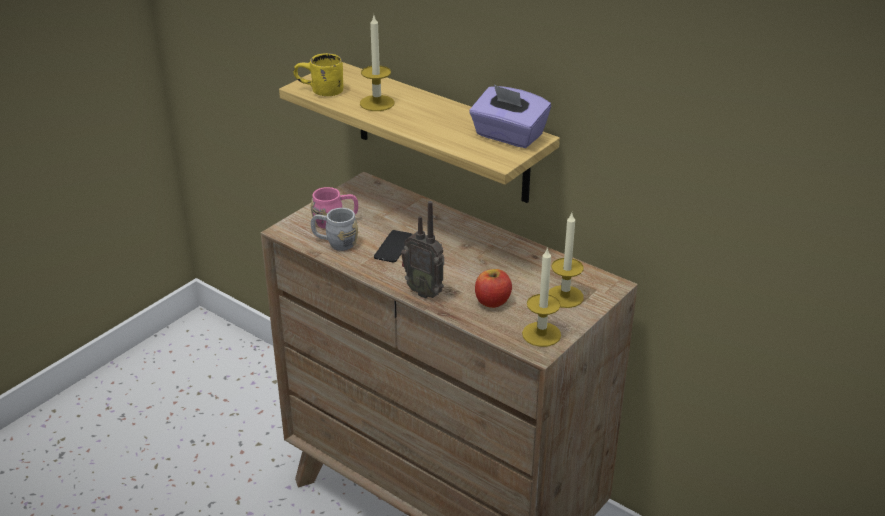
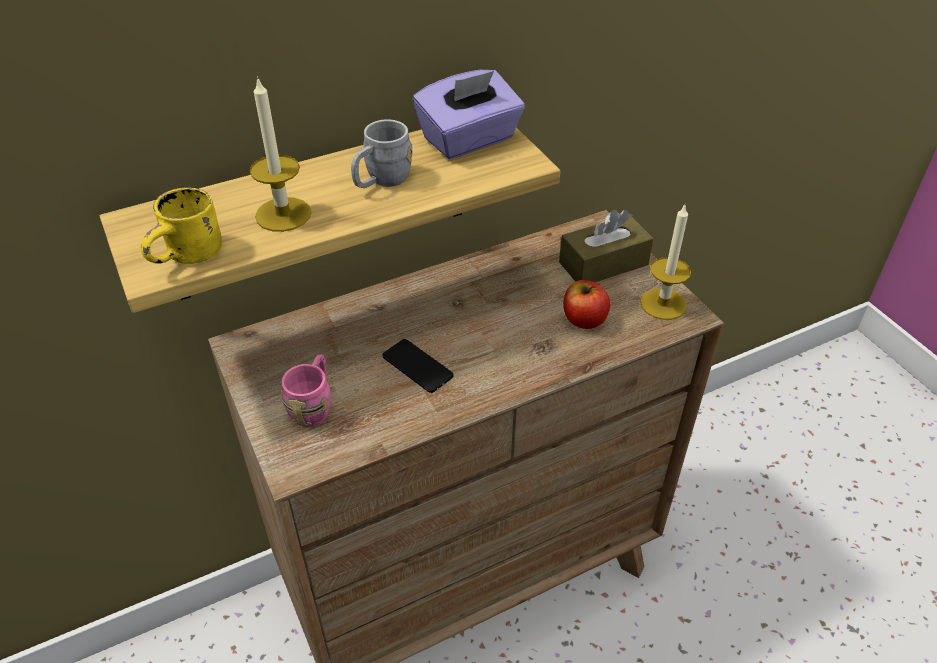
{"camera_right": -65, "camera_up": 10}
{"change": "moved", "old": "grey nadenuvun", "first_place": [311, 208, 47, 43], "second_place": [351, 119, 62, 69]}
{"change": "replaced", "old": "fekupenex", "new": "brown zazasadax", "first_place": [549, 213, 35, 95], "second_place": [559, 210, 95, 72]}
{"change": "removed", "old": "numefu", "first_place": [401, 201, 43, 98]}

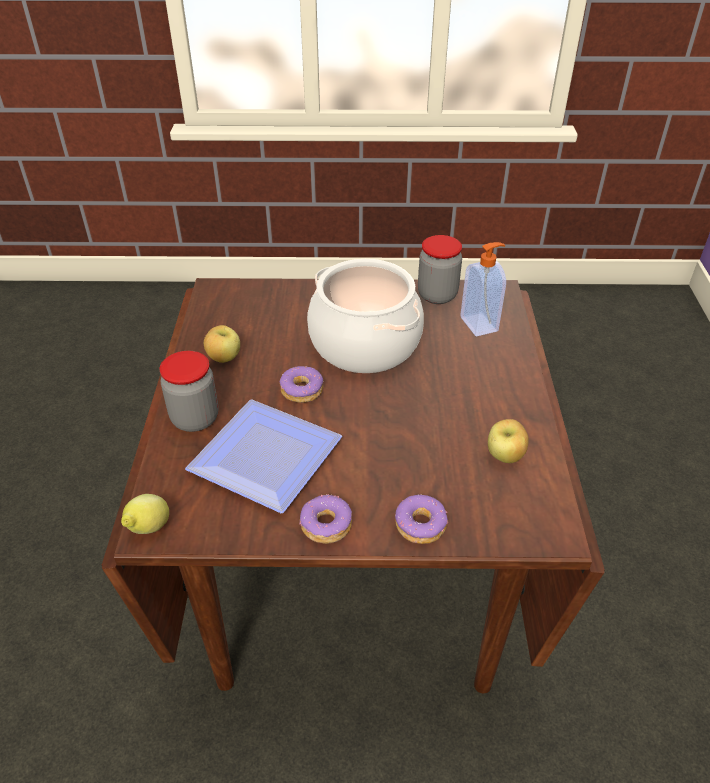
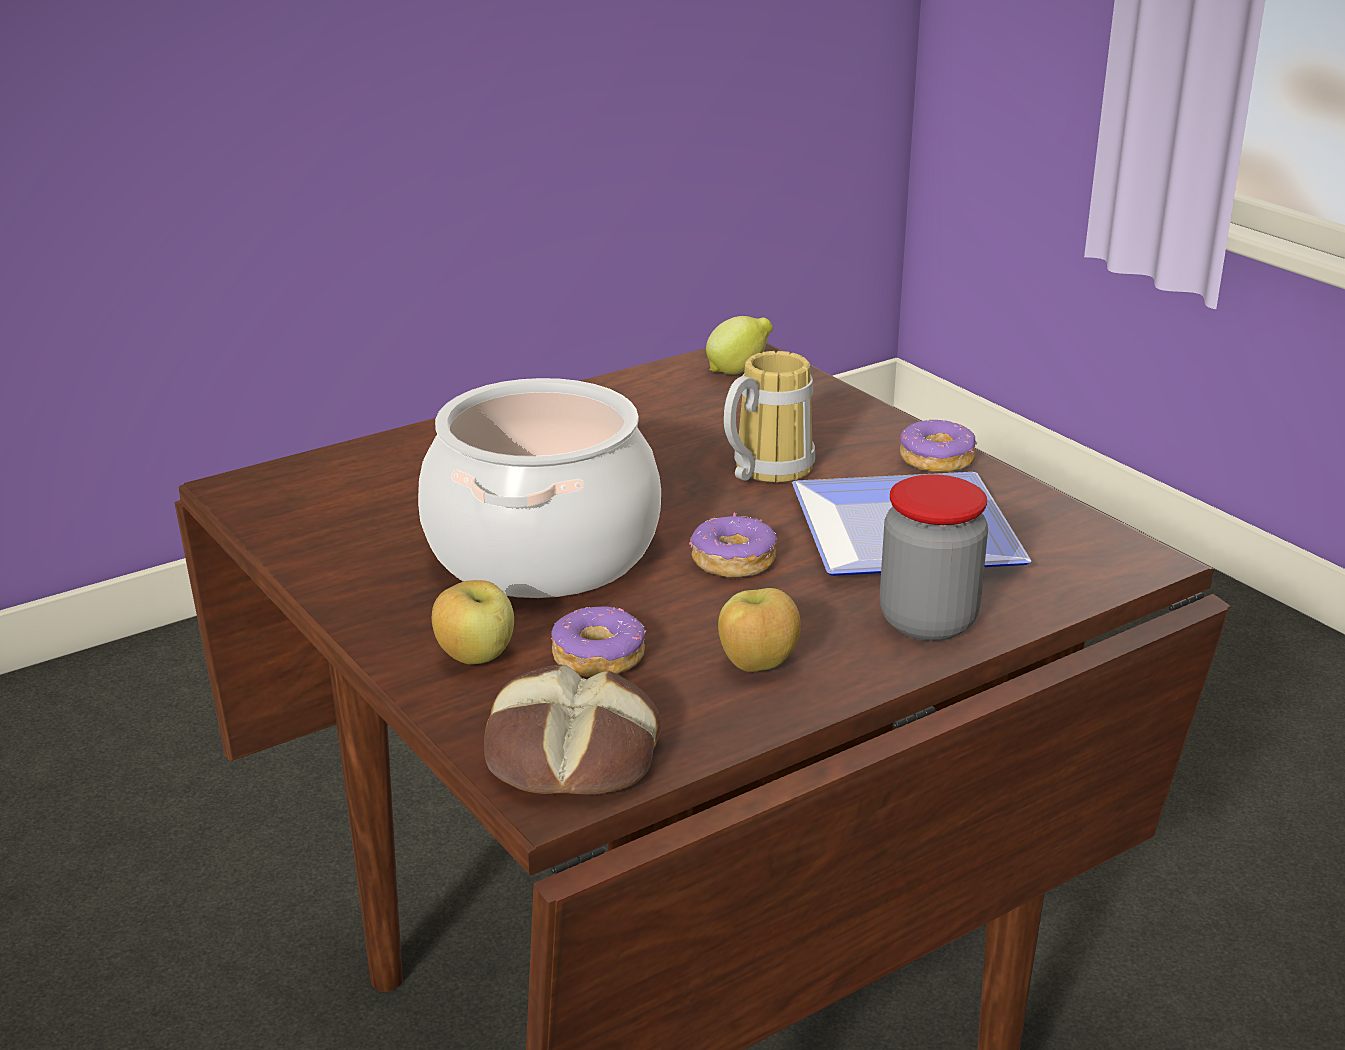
{"camera_right": -125, "camera_up": -15}
{"change": "moved", "old": "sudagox", "first_place": [488, 419, 41, 44], "second_place": [432, 580, 82, 84]}
{"change": "added", "new": "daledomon", "second_place": [484, 665, 177, 130]}
{"change": "moved", "old": "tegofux", "first_place": [395, 494, 53, 50], "second_place": [551, 606, 95, 71]}
{"change": "moved", "old": "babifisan", "first_place": [121, 494, 48, 40], "second_place": [706, 316, 67, 59]}
{"change": "added", "new": "nadenuvun", "second_place": [724, 351, 91, 132]}
{"change": "removed", "old": "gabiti", "first_place": [418, 235, 44, 69]}
{"change": "removed", "old": "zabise", "first_place": [460, 242, 46, 94]}

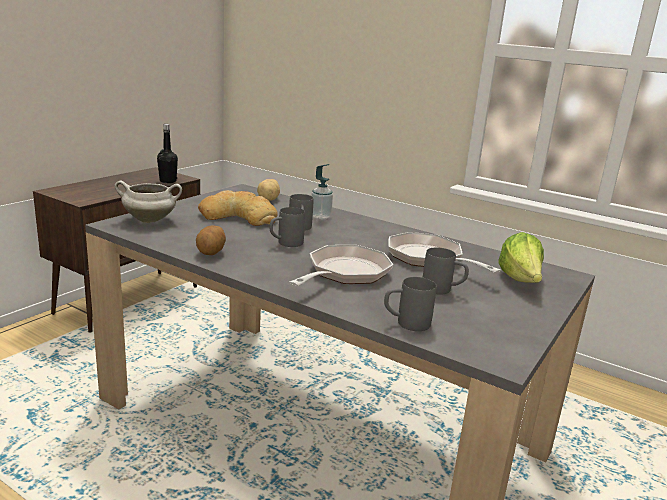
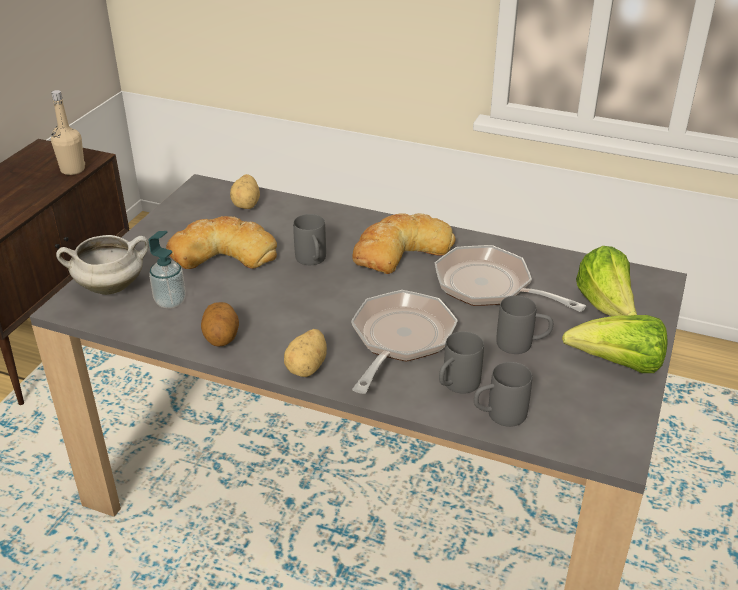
{"camera_right": -10, "camera_up": 15}
{"change": "recoloured", "old": "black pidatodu", "new": "beige pidatodu", "first_place": [157, 124, 21, 59], "second_place": [51, 90, 34, 85]}
{"change": "moved", "old": "zabise", "first_place": [311, 164, 22, 55], "second_place": [149, 231, 37, 78]}
{"change": "added", "new": "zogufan", "second_place": [284, 329, 43, 48]}
{"change": "added", "new": "daledomon", "second_place": [352, 213, 104, 61]}
{"change": "moved", "old": "grey nadenuvun", "first_place": [270, 207, 35, 40], "second_place": [439, 331, 45, 63]}
{"change": "added", "new": "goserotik", "second_place": [562, 315, 105, 58]}

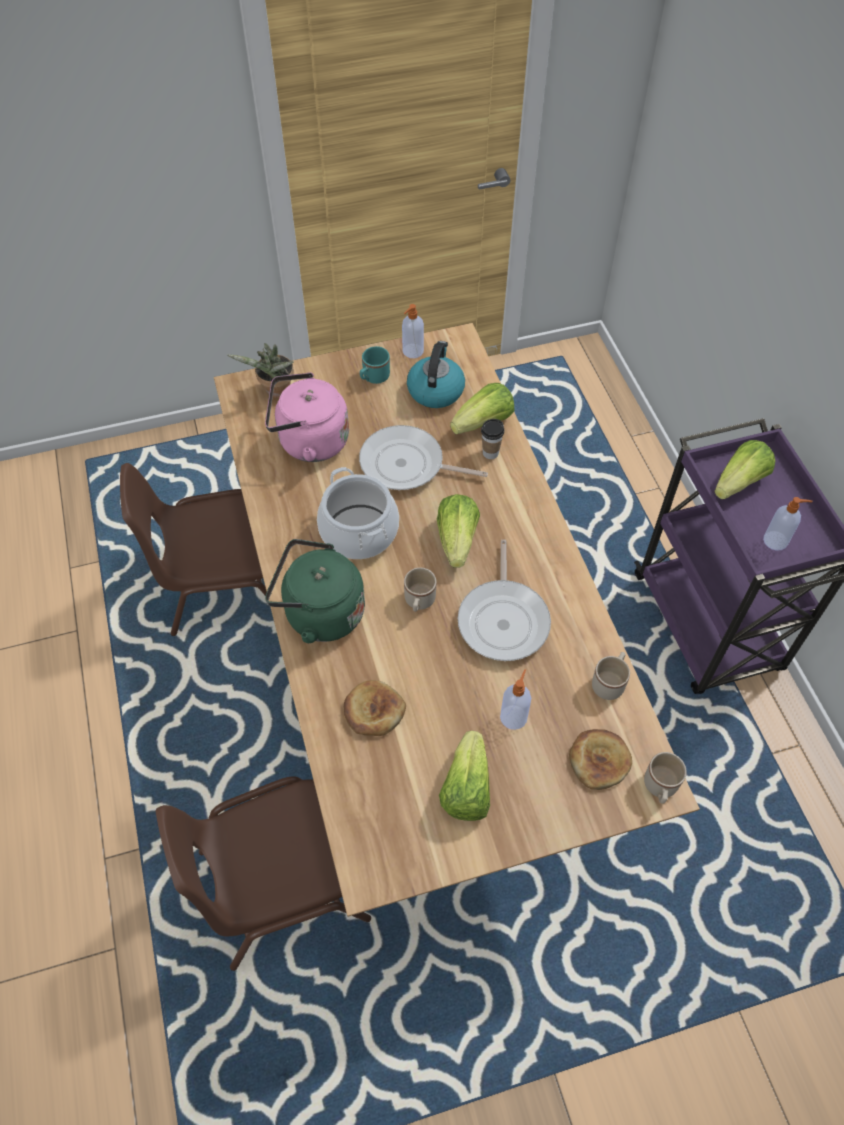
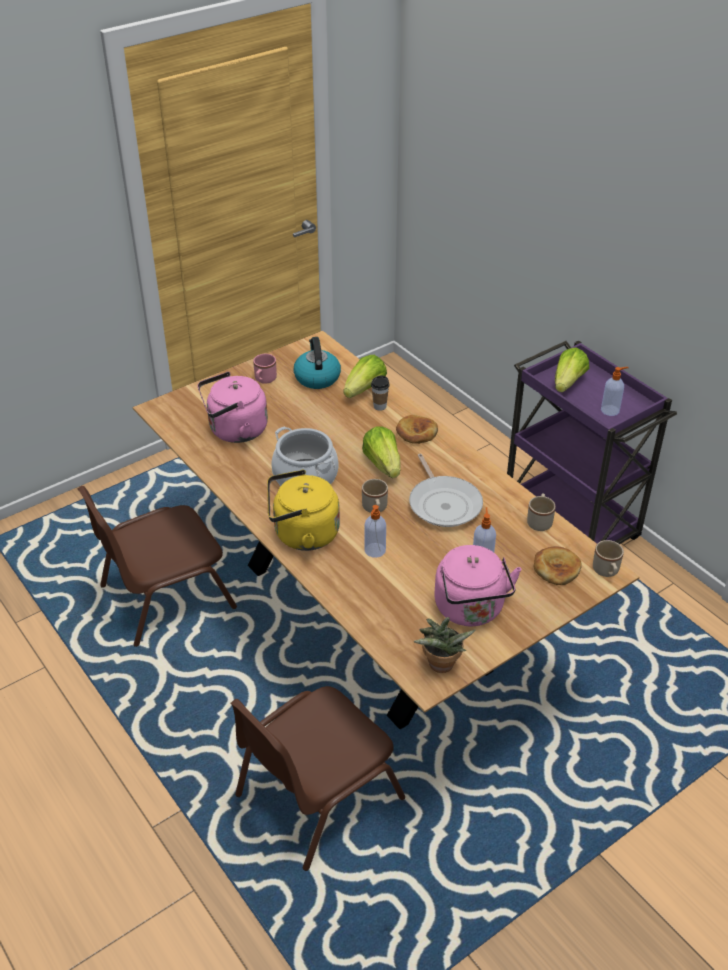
{"camera_right": -20, "camera_up": -15}
{"change": "recoloured", "old": "turquoise nadenuvun", "new": "pink nadenuvun", "first_place": [360, 346, 30, 38], "second_place": [253, 354, 24, 30]}
{"change": "recoloured", "old": "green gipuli", "new": "yellow gipuli", "first_place": [265, 539, 100, 104], "second_place": [267, 470, 73, 81]}
{"change": "moved", "old": "zabise", "first_place": [402, 304, 22, 54], "second_place": [364, 505, 22, 53]}
{"change": "moved", "old": "daledomon", "first_place": [344, 680, 62, 56], "second_place": [396, 415, 42, 29]}
{"change": "moved", "old": "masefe", "first_place": [226, 343, 68, 55], "second_place": [413, 617, 63, 56]}
{"change": "replaced", "old": "goserotik", "new": "pink gipuli", "first_place": [439, 731, 51, 90], "second_place": [434, 545, 88, 81]}
{"change": "removed", "old": "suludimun", "first_place": [359, 425, 129, 65]}

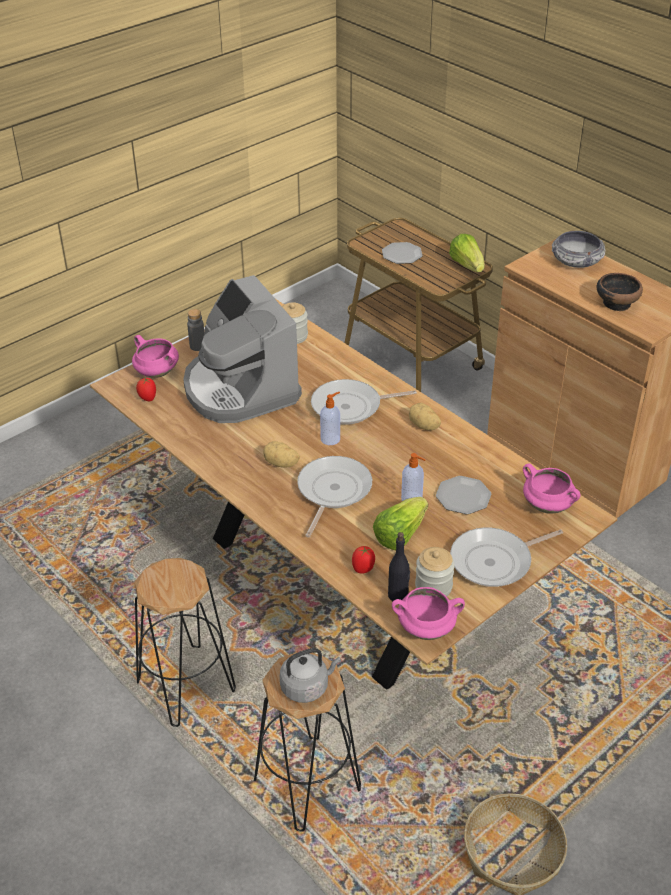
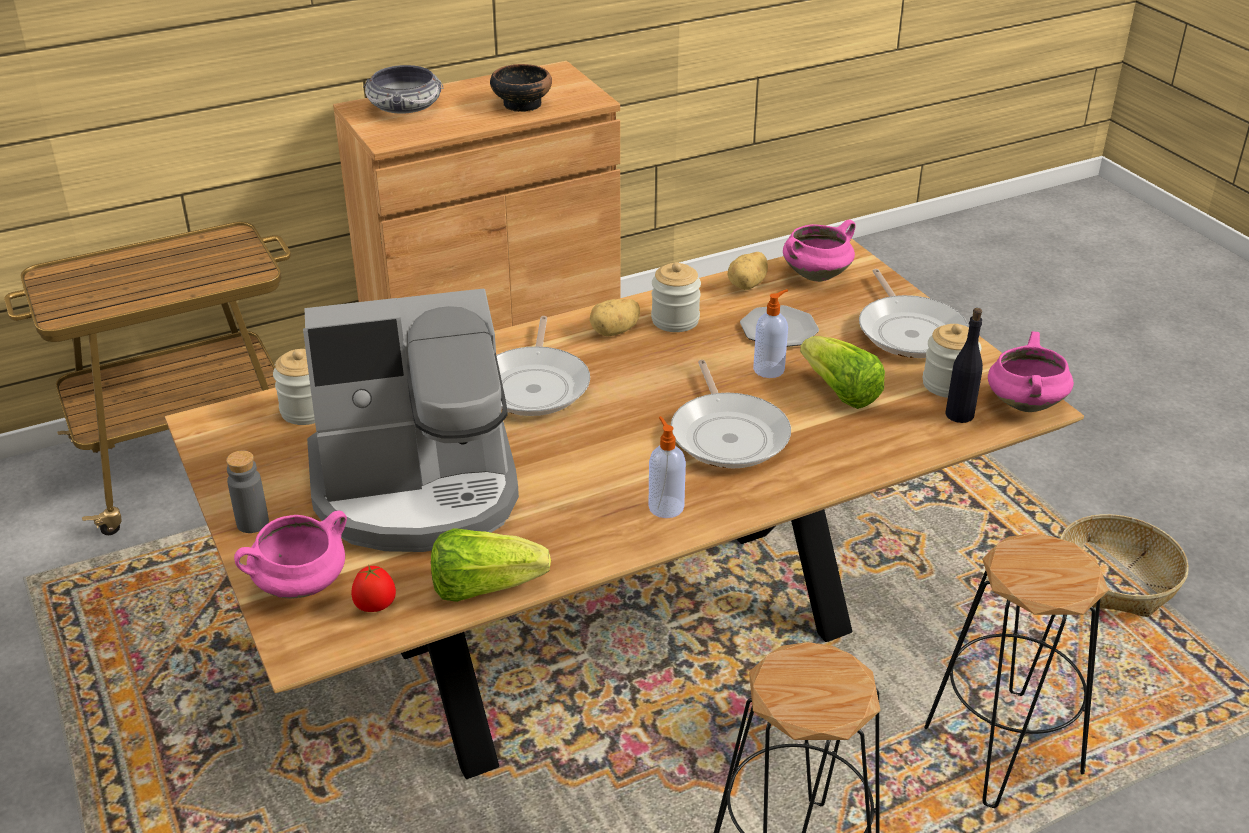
{"camera_right": -75, "camera_up": -5}
{"change": "moved", "old": "goserotik", "first_place": [449, 234, 36, 38], "second_place": [431, 528, 120, 74]}
{"change": "moved", "old": "zabise", "first_place": [320, 392, 20, 53], "second_place": [648, 416, 38, 102]}
{"change": "added", "new": "gabiti", "second_place": [651, 262, 50, 70]}
{"change": "turned", "old": "suludimun", "first_place": [297, 456, 75, 82], "second_place": [671, 360, 120, 108], "degrees": -135}
{"change": "moved", "old": "zogufan", "first_place": [263, 441, 37, 26], "second_place": [727, 252, 41, 38]}
{"change": "removed", "old": "grey gipuli", "first_place": [280, 648, 61, 55]}
{"change": "removed", "old": "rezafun", "first_place": [352, 546, 23, 28]}
{"change": "removed", "old": "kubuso", "first_place": [382, 242, 41, 22]}

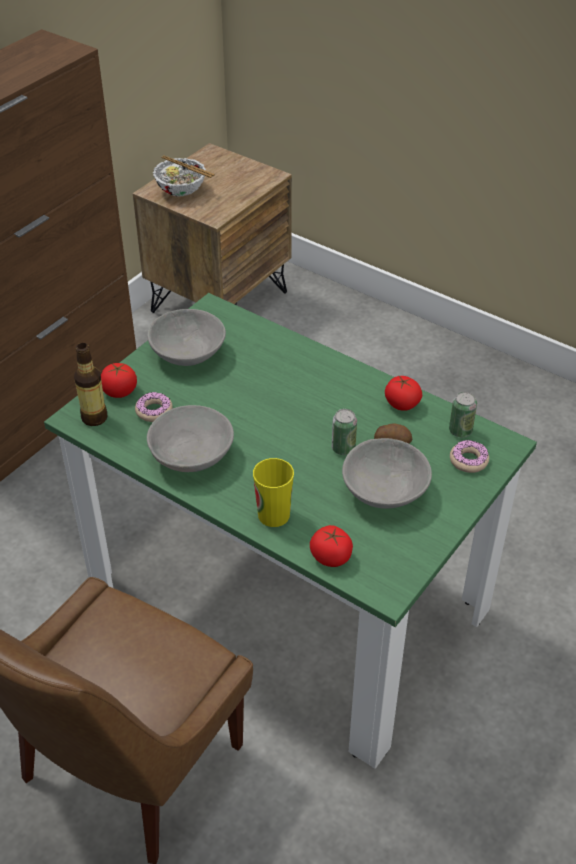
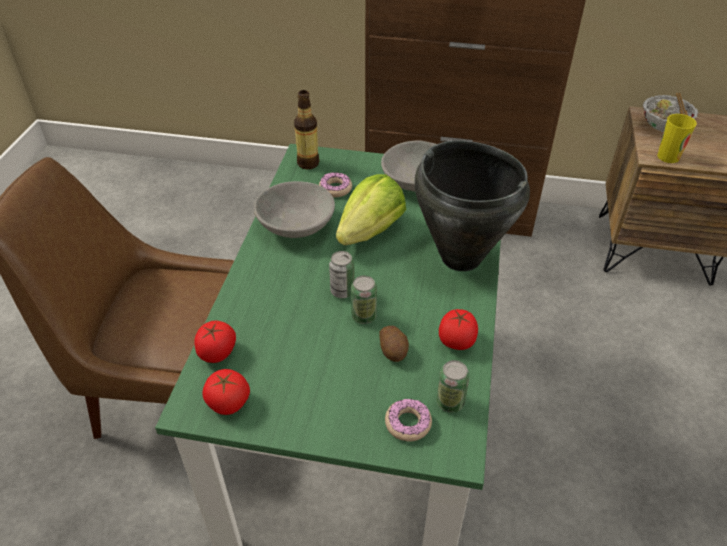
{"camera_right": 65, "camera_up": 0}
{"change": "moved", "old": "rezafun", "first_place": [101, 363, 36, 35], "second_place": [202, 369, 48, 46]}
{"change": "added", "new": "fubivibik", "second_place": [329, 251, 26, 47]}
{"change": "added", "new": "goserotik", "second_place": [336, 174, 70, 71]}
{"change": "added", "new": "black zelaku", "second_place": [414, 140, 116, 131]}
{"change": "moved", "old": "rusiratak", "first_place": [253, 458, 41, 69], "second_place": [657, 114, 40, 49]}
{"change": "removed", "old": "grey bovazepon", "first_place": [342, 438, 90, 71]}

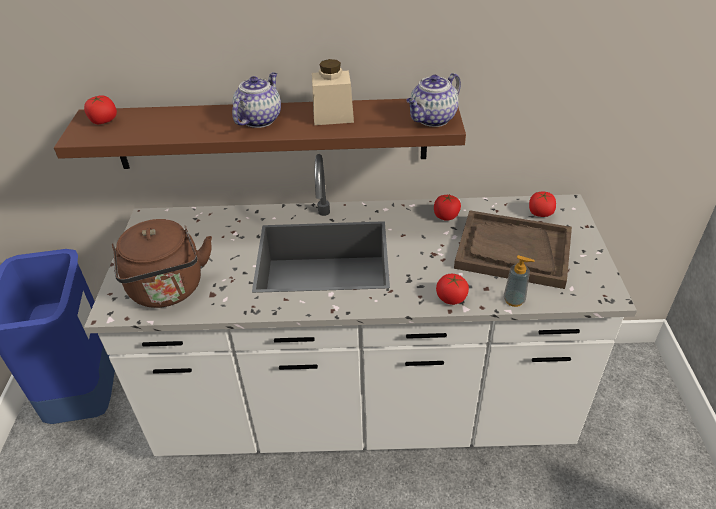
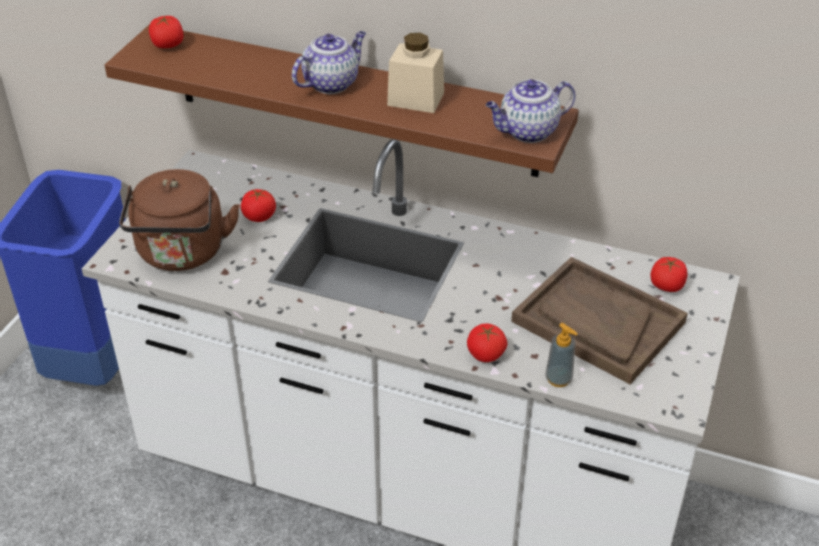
{"camera_right": 20, "camera_up": 0}
{"change": "moved", "old": "rezafun", "first_place": [434, 194, 27, 27], "second_place": [241, 189, 35, 33]}

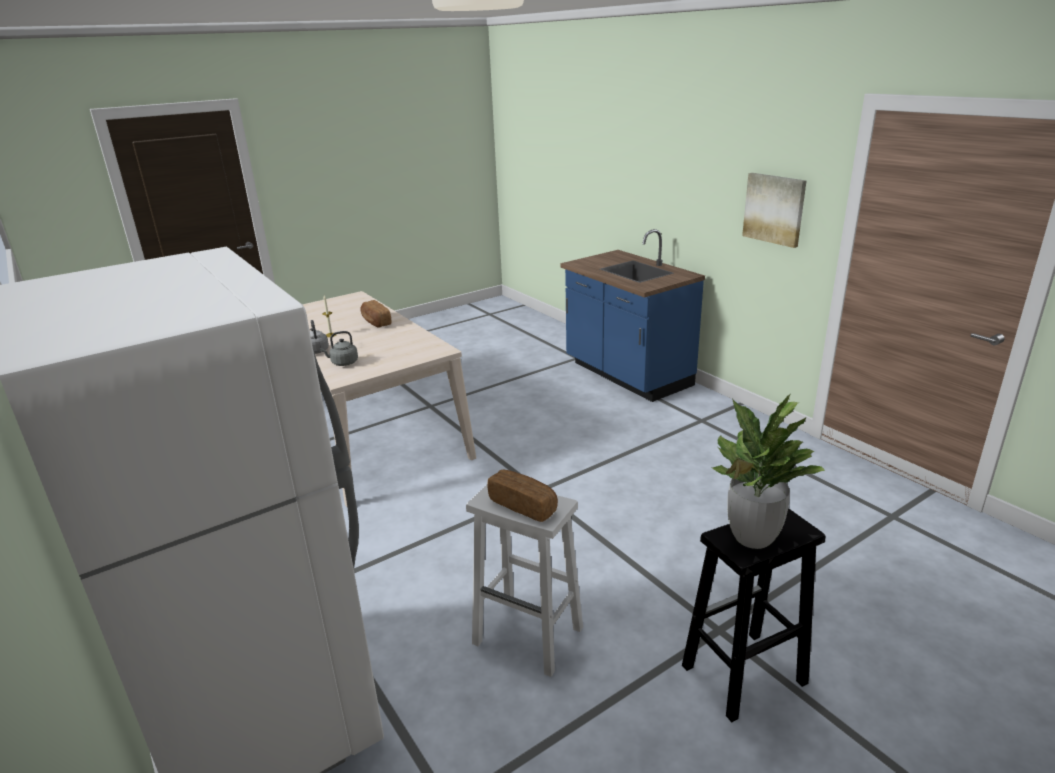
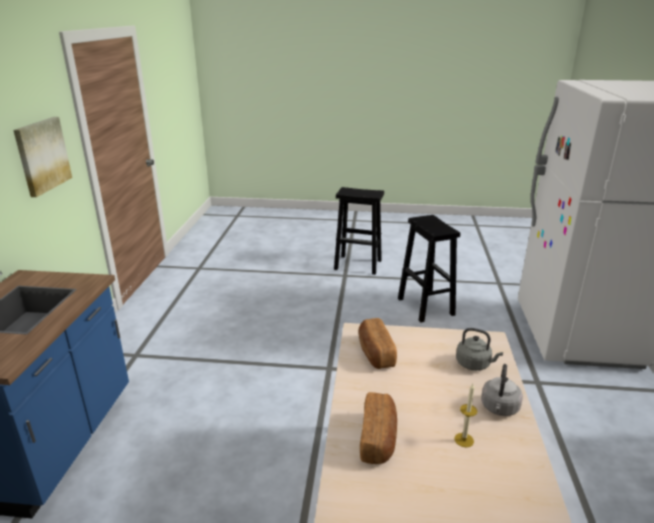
{"camera_right": -140, "camera_up": 0}
{"change": "moved", "old": "daledomon", "first_place": [488, 470, 70, 52], "second_place": [359, 318, 38, 51]}
{"change": "recoloured", "old": "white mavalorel", "new": "black mavalorel", "first_place": [466, 484, 117, 193], "second_place": [398, 215, 62, 107]}
{"change": "removed", "old": "masefe", "first_place": [710, 394, 115, 155]}

